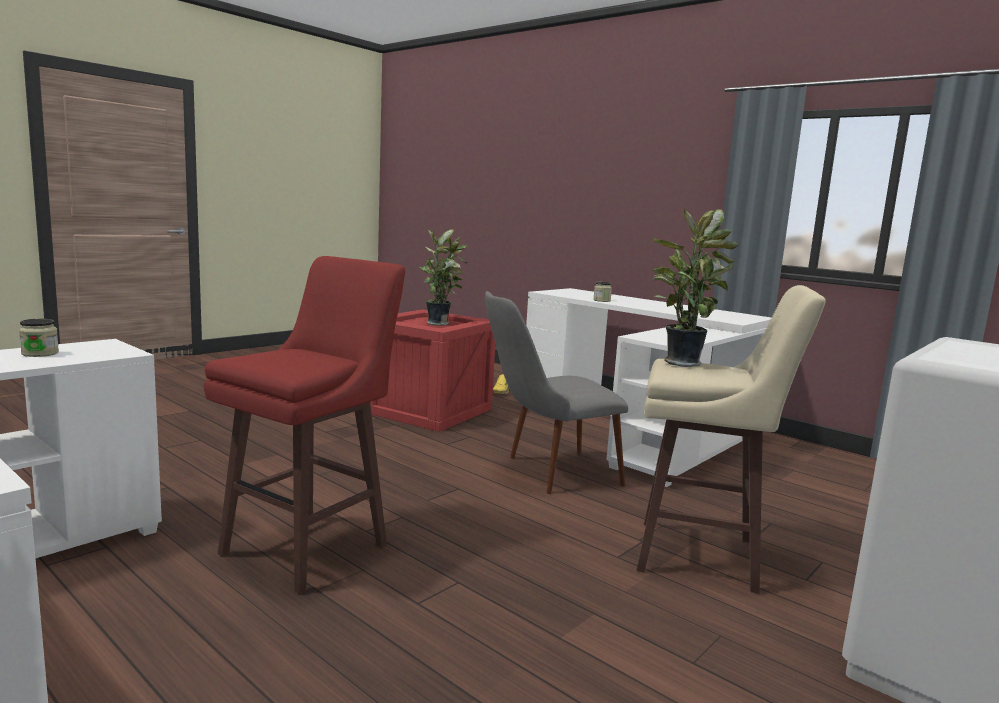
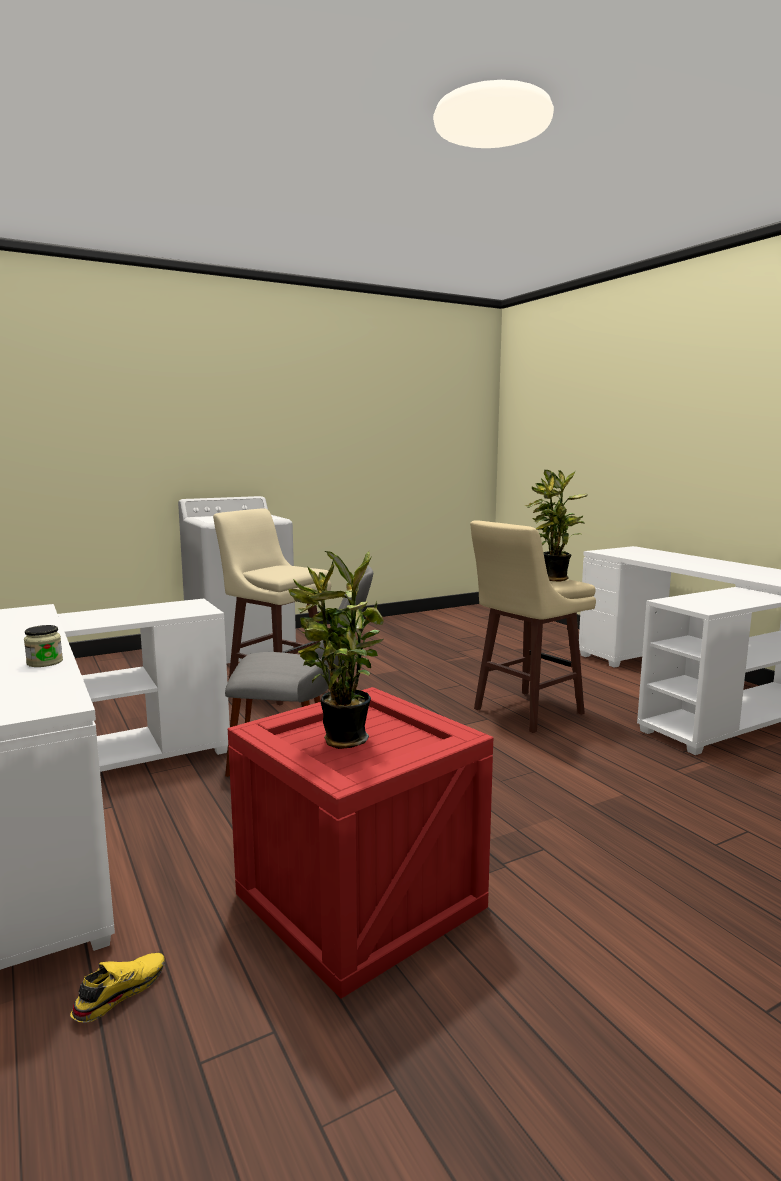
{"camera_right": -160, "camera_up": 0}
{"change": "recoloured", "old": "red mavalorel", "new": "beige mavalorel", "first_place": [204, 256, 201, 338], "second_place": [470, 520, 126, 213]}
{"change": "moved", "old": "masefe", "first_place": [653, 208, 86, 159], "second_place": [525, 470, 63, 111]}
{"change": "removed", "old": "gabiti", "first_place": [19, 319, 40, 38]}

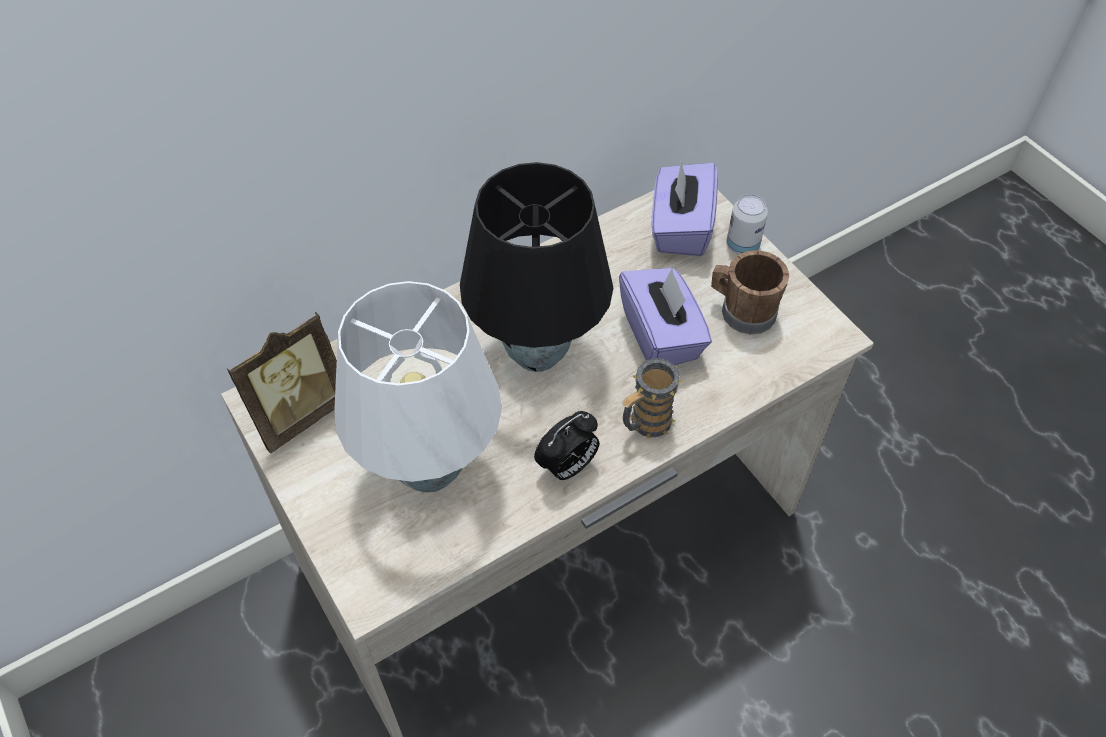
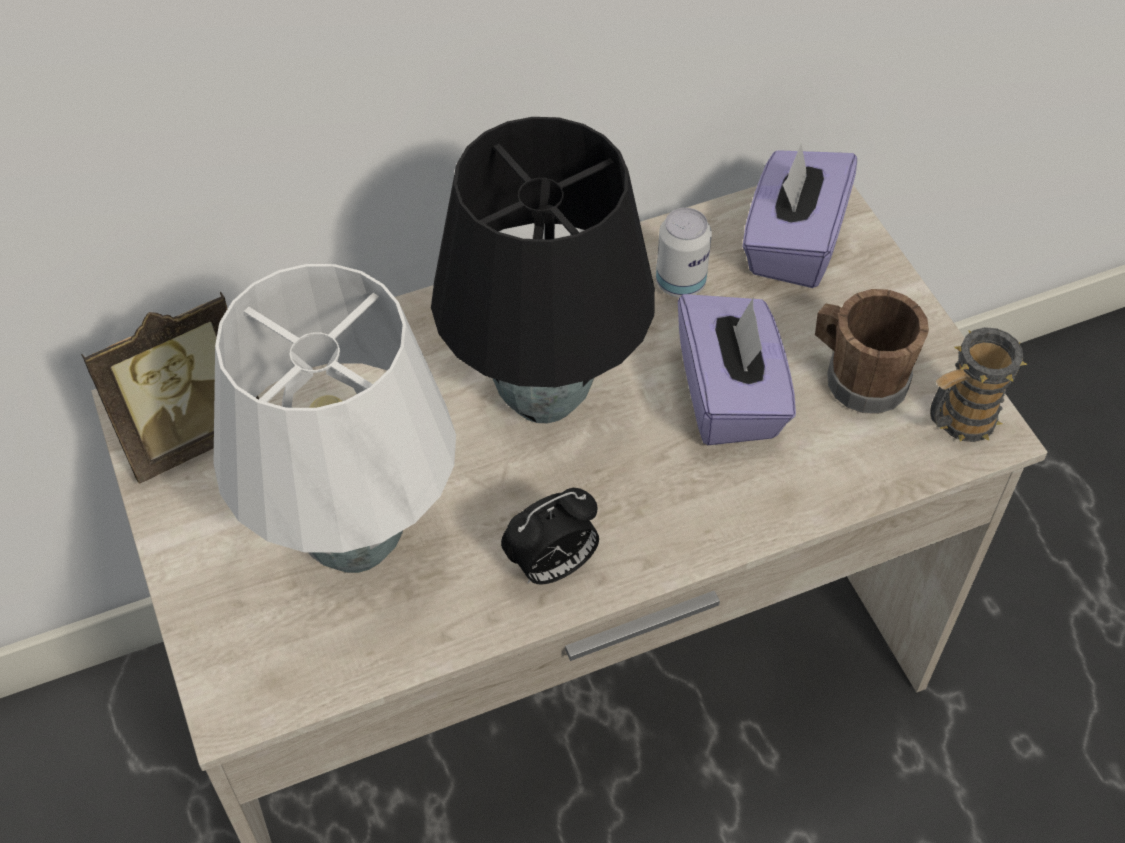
{"camera_right": 10, "camera_up": 0}
{"change": "moved", "old": "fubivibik", "first_place": [726, 194, 42, 60], "second_place": [656, 208, 56, 90]}
{"change": "moved", "old": "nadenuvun", "first_place": [622, 358, 61, 80], "second_place": [930, 327, 98, 115]}

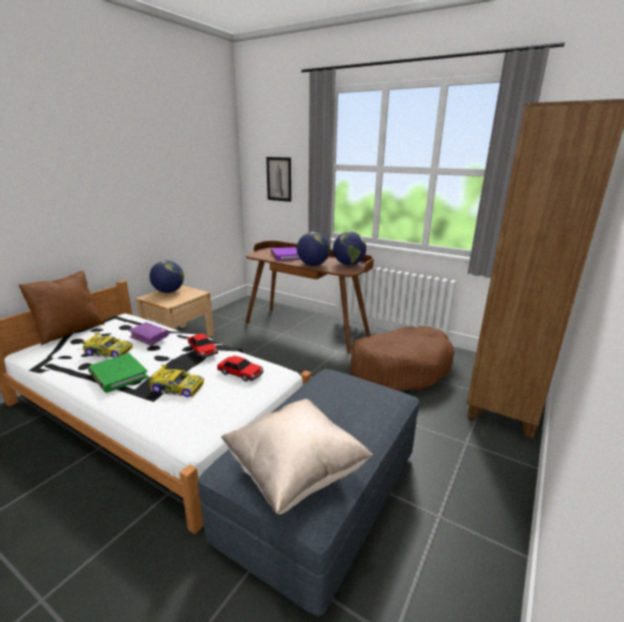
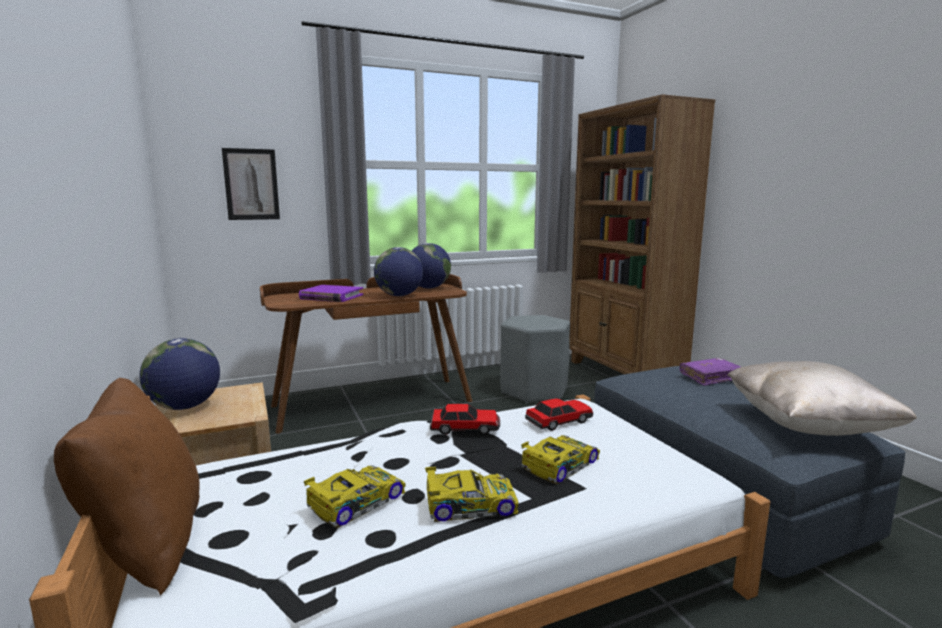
{"camera_right": -55, "camera_up": -10}
{"change": "replaced", "old": "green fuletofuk", "new": "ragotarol", "first_place": [88, 353, 60, 40], "second_place": [425, 467, 93, 55]}
{"change": "replaced", "old": "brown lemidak", "new": "grey mavalorel", "first_place": [350, 326, 104, 65], "second_place": [500, 315, 70, 88]}
{"change": "moved", "old": "purple fuletofuk", "first_place": [128, 322, 41, 24], "second_place": [680, 358, 61, 28]}

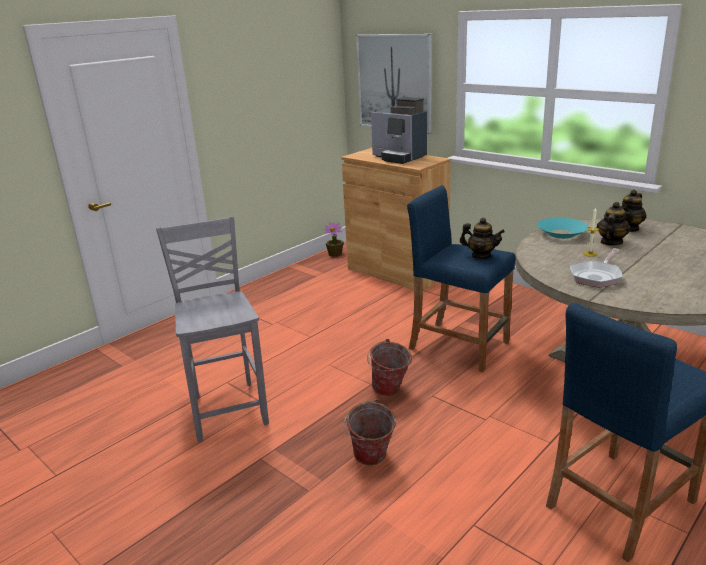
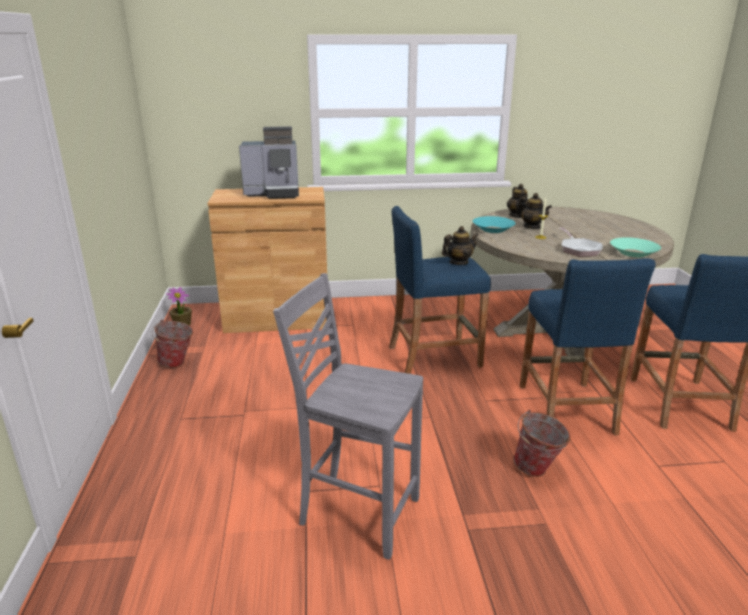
{"camera_right": -50, "camera_up": 0}
{"change": "moved", "old": "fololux", "first_place": [367, 339, 45, 57], "second_place": [152, 320, 41, 48]}
{"change": "turned", "old": "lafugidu", "first_place": [597, 202, 34, 43], "second_place": [516, 193, 36, 36], "degrees": 150}
{"change": "added", "new": "blue mavalorel", "second_place": [520, 258, 136, 177]}
{"change": "added", "new": "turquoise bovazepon", "second_place": [610, 237, 51, 20]}
{"change": "removed", "old": "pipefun", "first_place": [356, 34, 76, 100]}

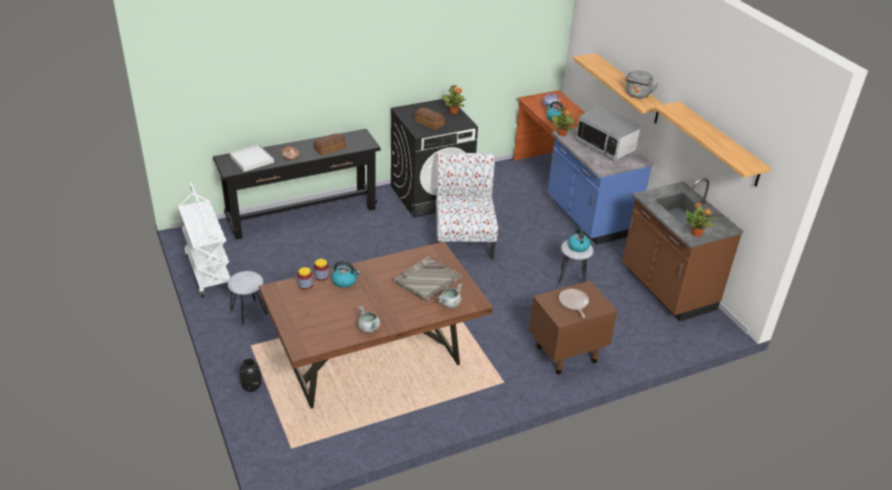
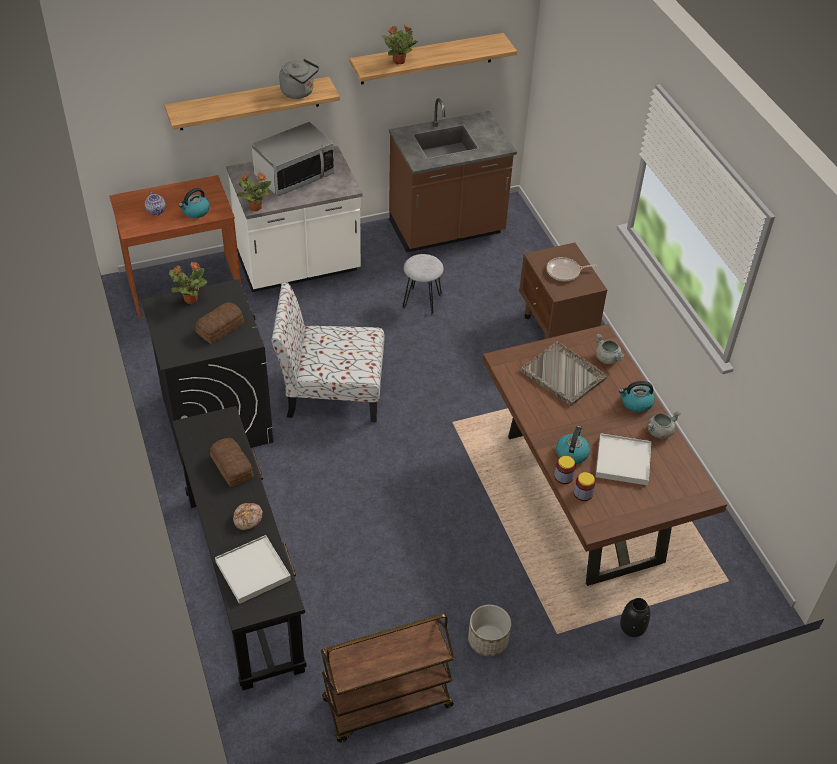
{"camera_right": -85, "camera_up": 10}
{"change": "recoloured", "old": "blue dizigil", "new": "white dizigil", "first_place": [547, 127, 106, 118], "second_place": [226, 146, 136, 146]}
{"change": "recoloured", "old": "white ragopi", "new": "brown ragopi", "first_place": [178, 183, 53, 114], "second_place": [321, 614, 133, 128]}
{"change": "moved", "old": "masefe", "first_place": [686, 203, 31, 34], "second_place": [381, 25, 37, 39]}
{"change": "replaced", "old": "grey mavalorel", "new": "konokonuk", "first_place": [228, 271, 40, 55], "second_place": [468, 605, 43, 52]}
{"change": "added", "new": "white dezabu", "second_place": [596, 434, 55, 51]}
{"change": "moved", "old": "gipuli", "first_place": [568, 228, 22, 24], "second_place": [619, 381, 36, 32]}

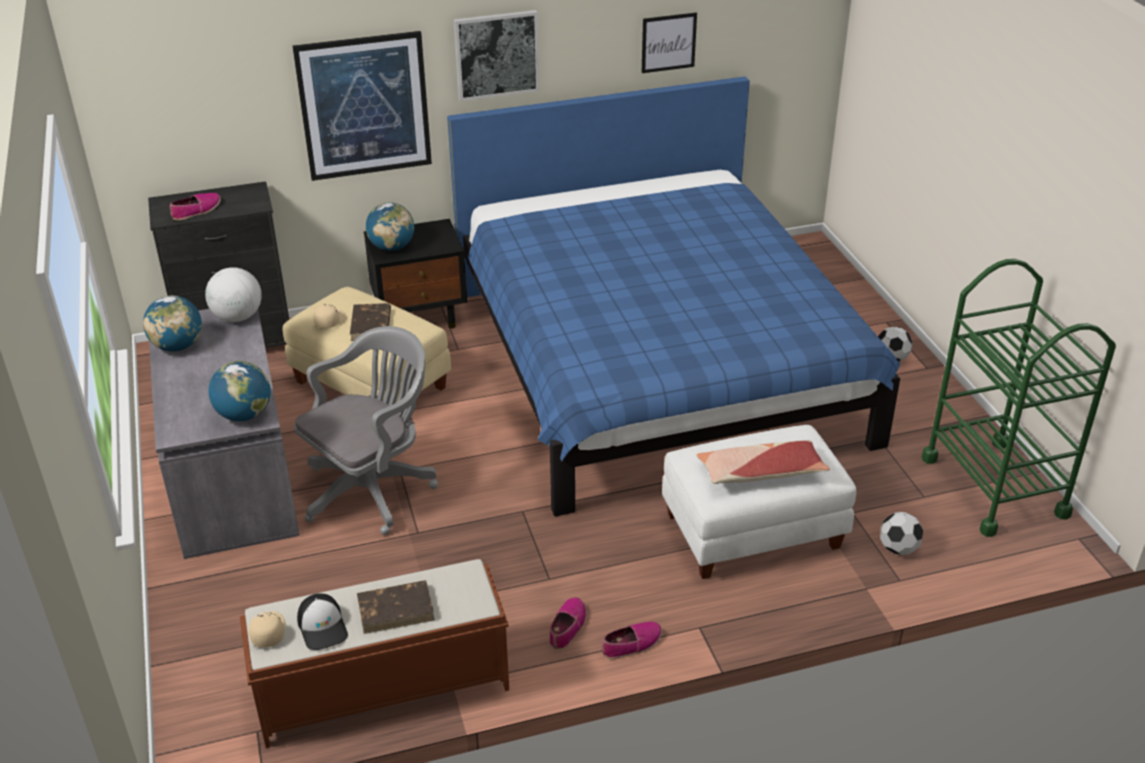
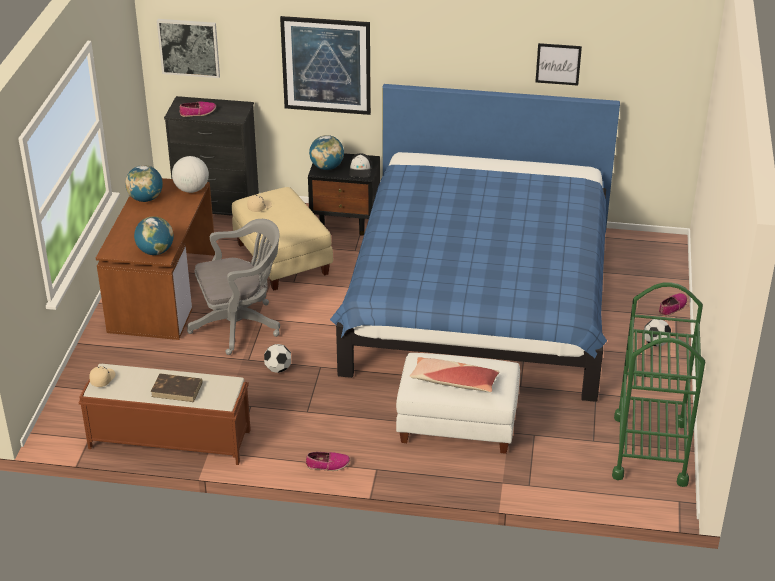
{"camera_right": 25, "camera_up": 0}
{"change": "recoloured", "old": "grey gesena", "new": "brown gesena", "first_place": [149, 309, 151, 250], "second_place": [96, 178, 119, 162]}
{"change": "moved", "old": "pipefun", "first_place": [454, 10, 85, 91], "second_place": [157, 19, 63, 59]}
{"change": "moved", "old": "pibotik", "first_place": [880, 512, 43, 43], "second_place": [264, 344, 27, 29]}
{"change": "moved", "old": "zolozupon", "first_place": [297, 593, 51, 57], "second_place": [349, 153, 23, 24]}
{"change": "moved", "old": "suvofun", "first_place": [550, 597, 36, 53], "second_place": [659, 293, 28, 23]}
{"change": "removed", "old": "brown fuletofuk", "first_place": [350, 303, 41, 38]}

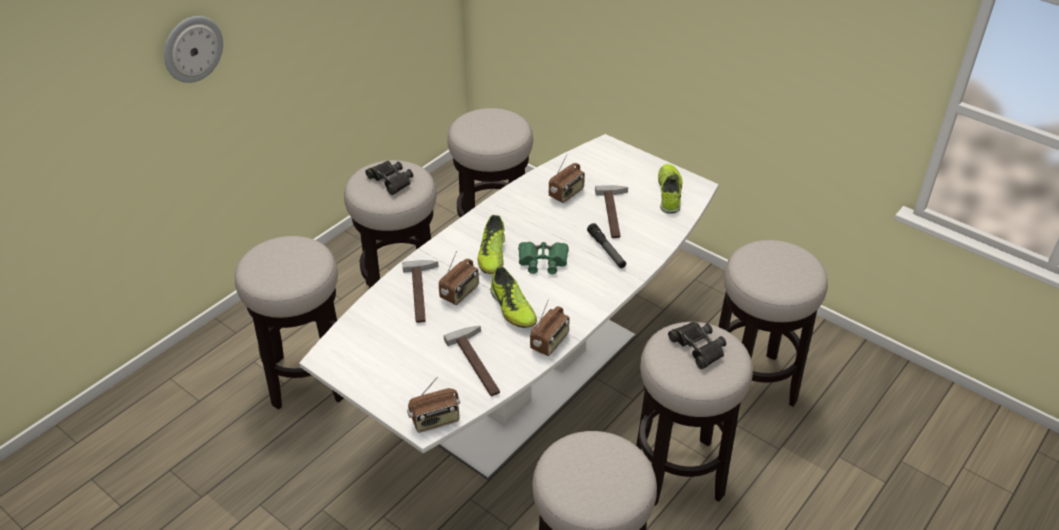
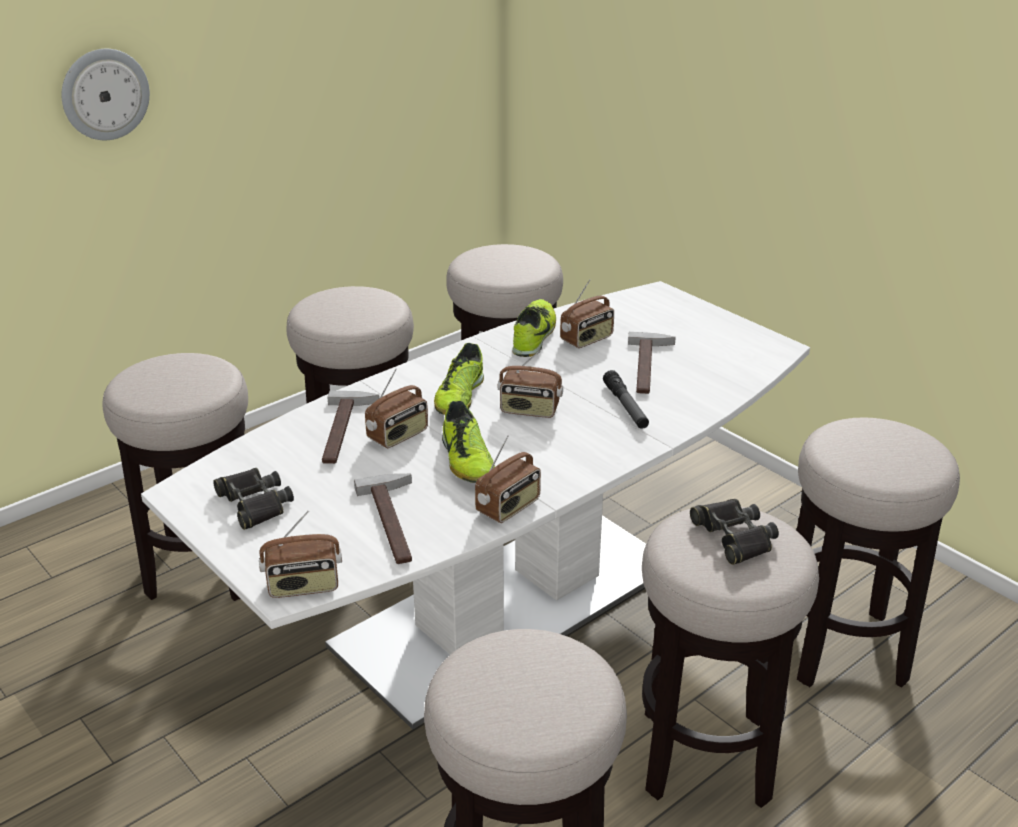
{"camera_right": 10, "camera_up": -10}
{"change": "moved", "old": "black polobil", "first_place": [365, 161, 48, 34], "second_place": [213, 468, 81, 62]}
{"change": "replaced", "old": "green polobil", "new": "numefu", "first_place": [518, 242, 51, 32], "second_place": [497, 348, 66, 70]}
{"change": "moved", "old": "suvofun", "first_place": [658, 164, 24, 50], "second_place": [512, 299, 44, 58]}

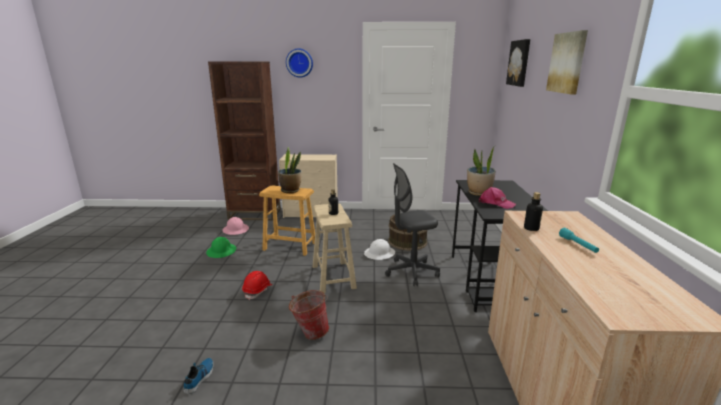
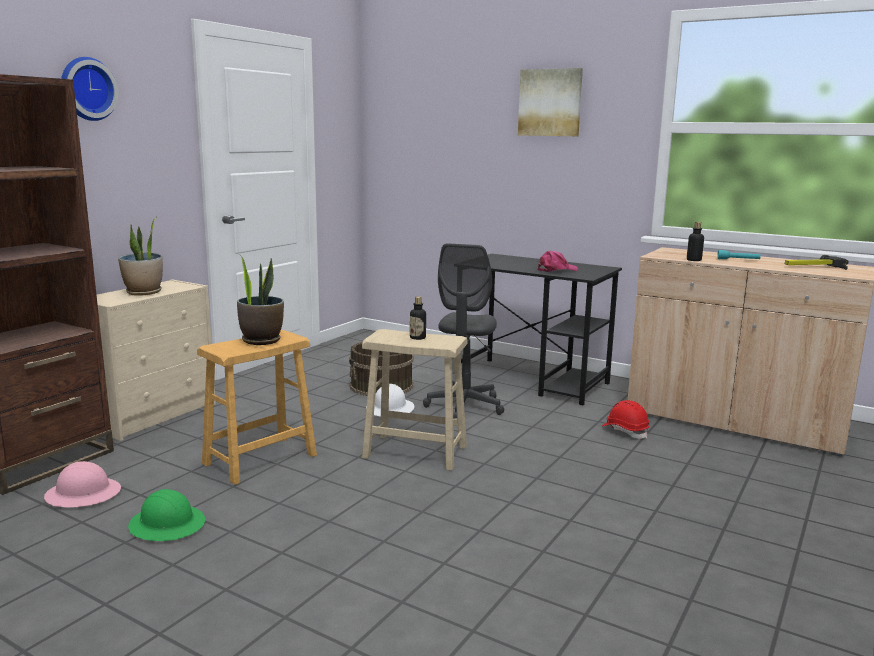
{"camera_right": -60, "camera_up": -5}
{"change": "moved", "old": "masefe", "first_place": [467, 145, 29, 51], "second_place": [118, 217, 45, 79]}
{"change": "moved", "old": "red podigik", "first_place": [242, 271, 30, 29], "second_place": [602, 400, 48, 39]}
{"change": "added", "new": "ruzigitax", "second_place": [785, 255, 64, 15]}
{"change": "removed", "old": "suvofun", "first_place": [184, 358, 30, 36]}
{"change": "removed", "old": "fololux", "first_place": [289, 290, 40, 50]}
{"change": "removed", "old": "pipefun", "first_place": [506, 39, 24, 48]}

